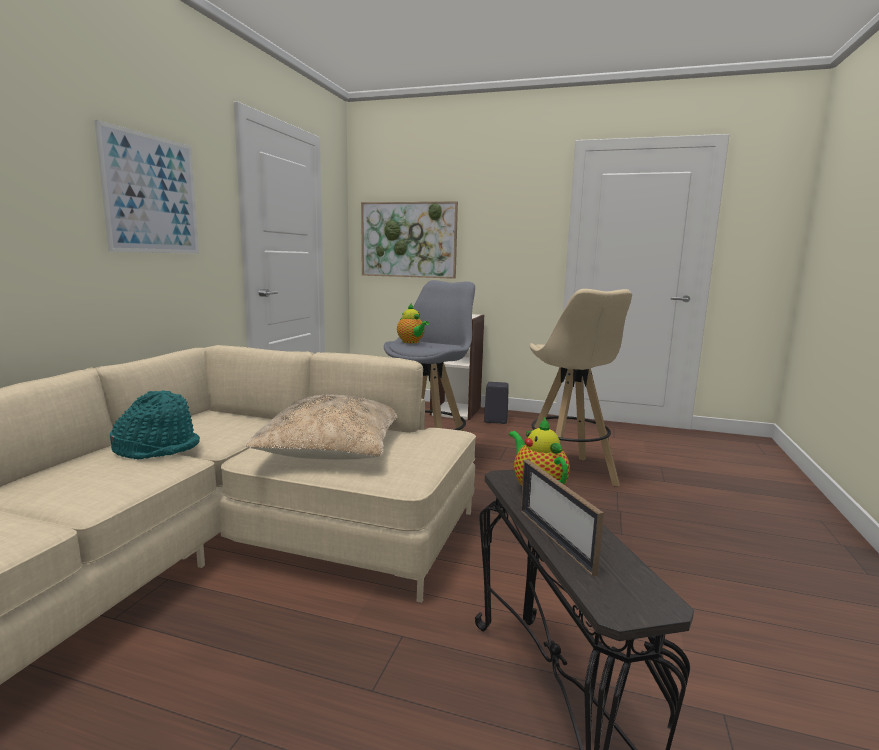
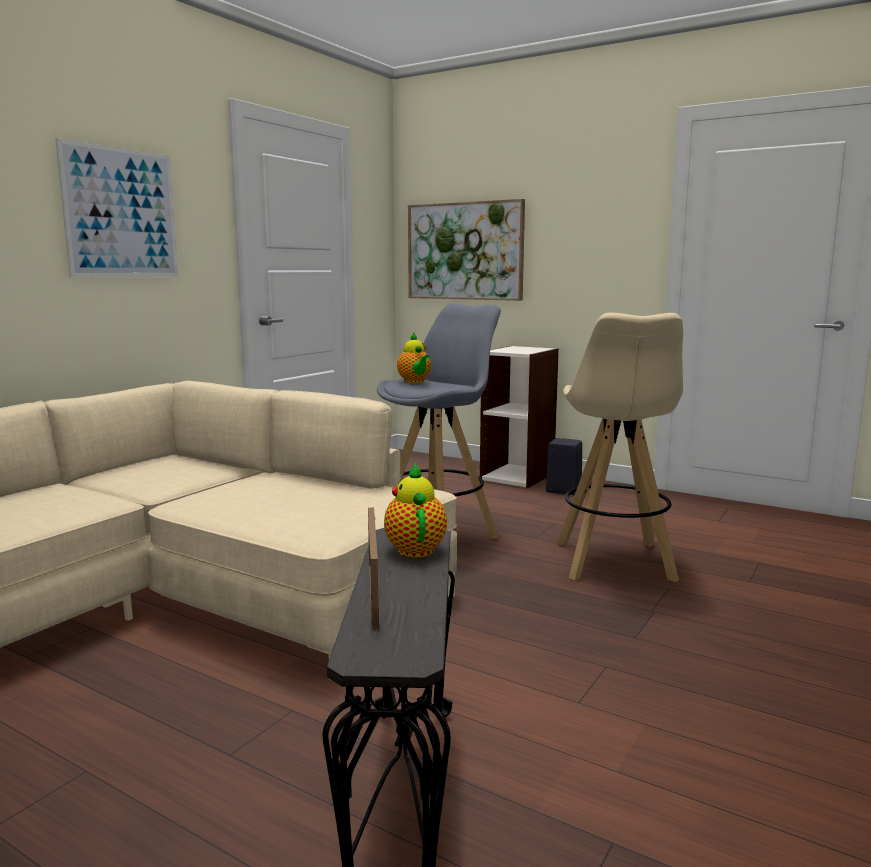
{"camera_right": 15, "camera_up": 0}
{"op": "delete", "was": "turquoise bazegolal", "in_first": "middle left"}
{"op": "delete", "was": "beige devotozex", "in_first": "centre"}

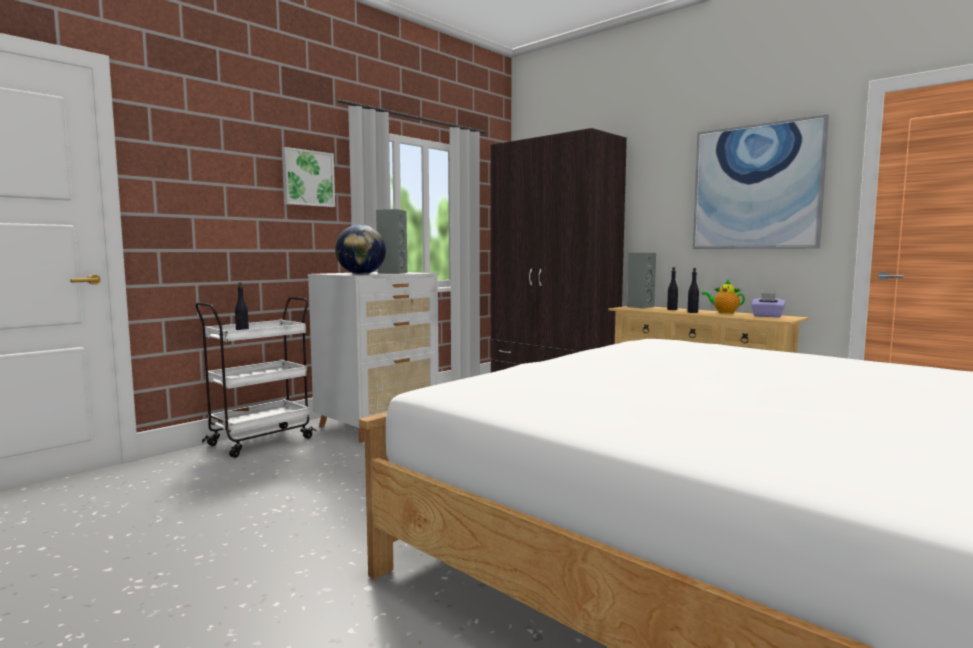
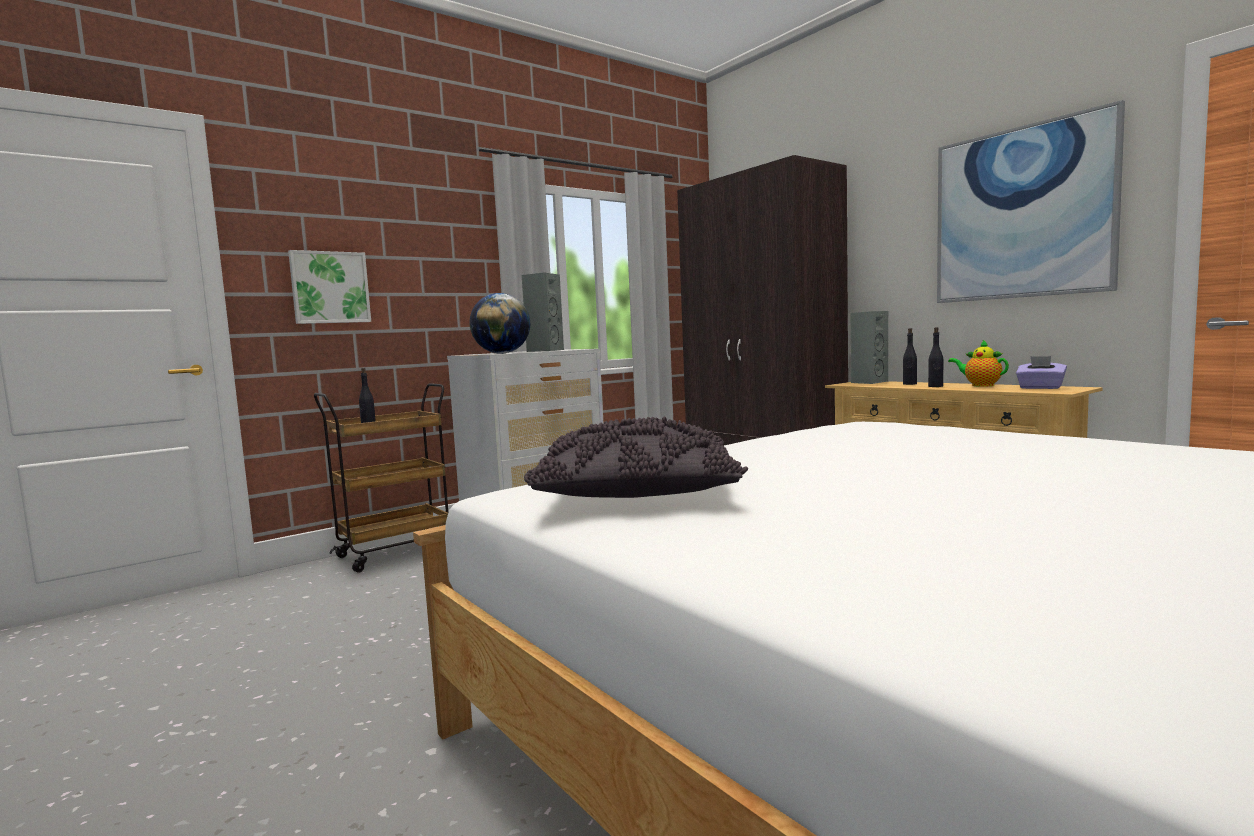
{"camera_right": 10, "camera_up": 0}
{"op": "move", "was": "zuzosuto (1st from left)", "in_first": "top left", "in_second": "middle left"}
{"op": "recolor", "was": "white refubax", "now": "brown refubax", "in_first": "middle left", "in_second": "middle left"}
{"op": "insert", "now": "black devotozex", "in_second": "centre"}

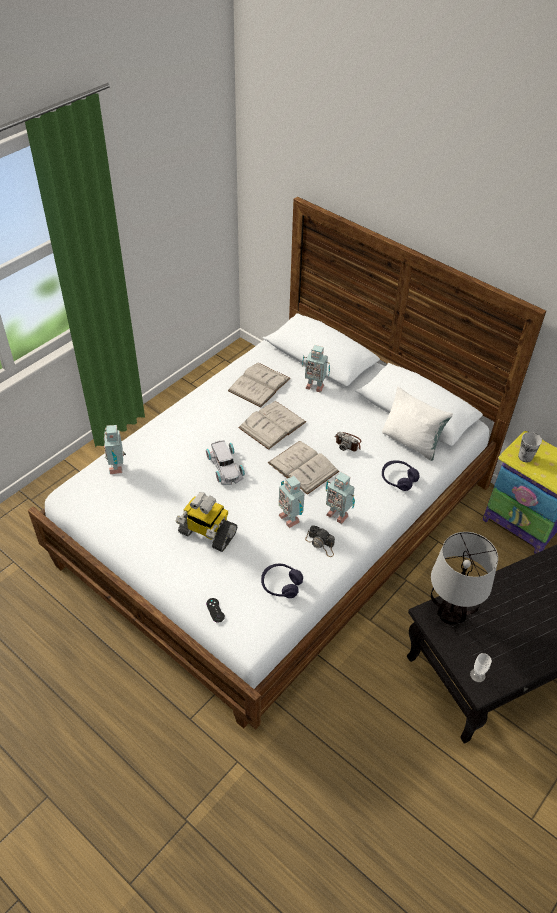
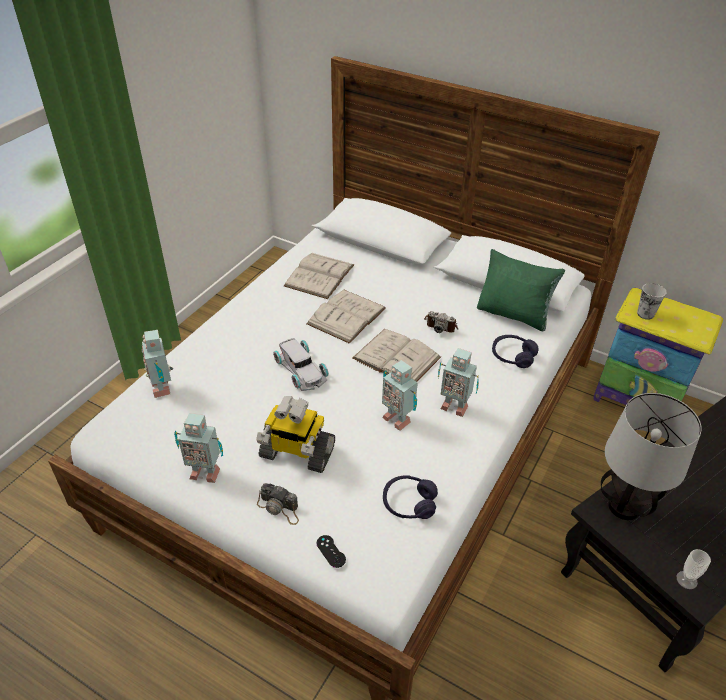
{"camera_right": -10, "camera_up": -5}
{"op": "move", "was": "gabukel (4th from left in the first image)", "now": "gabukel (2nd from left)", "in_first": "centre", "in_second": "middle left"}
{"op": "recolor", "was": "white devotozex", "now": "green devotozex", "in_first": "middle right", "in_second": "middle right"}
{"op": "move", "was": "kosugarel (1st from left)", "in_first": "centre", "in_second": "bottom centre"}

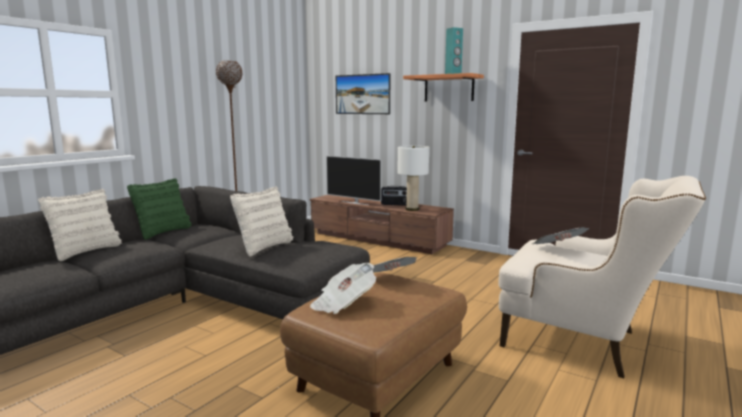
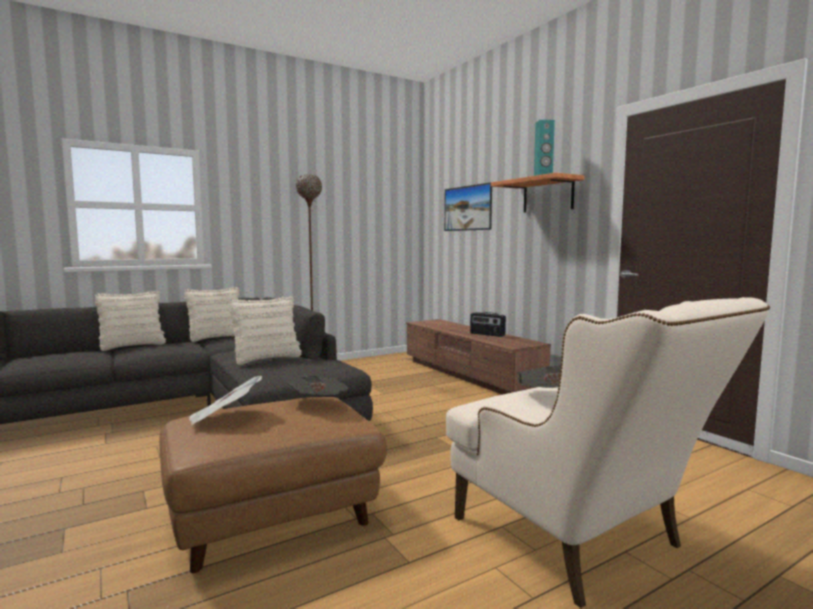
{"camera_right": 25, "camera_up": -5}
{"op": "delete", "was": "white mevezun", "in_first": "centre"}
{"op": "delete", "was": "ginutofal", "in_first": "centre"}
{"op": "recolor", "was": "green devotozex", "now": "beige devotozex (2nd from left)", "in_first": "middle left", "in_second": "middle left"}

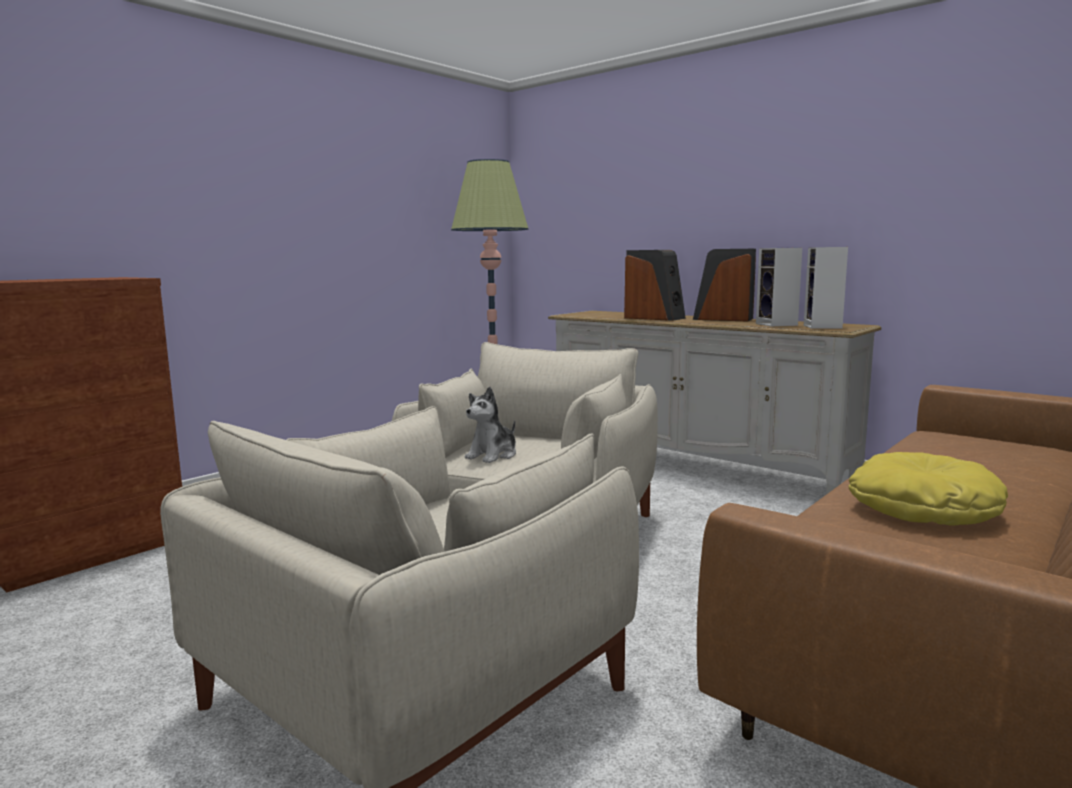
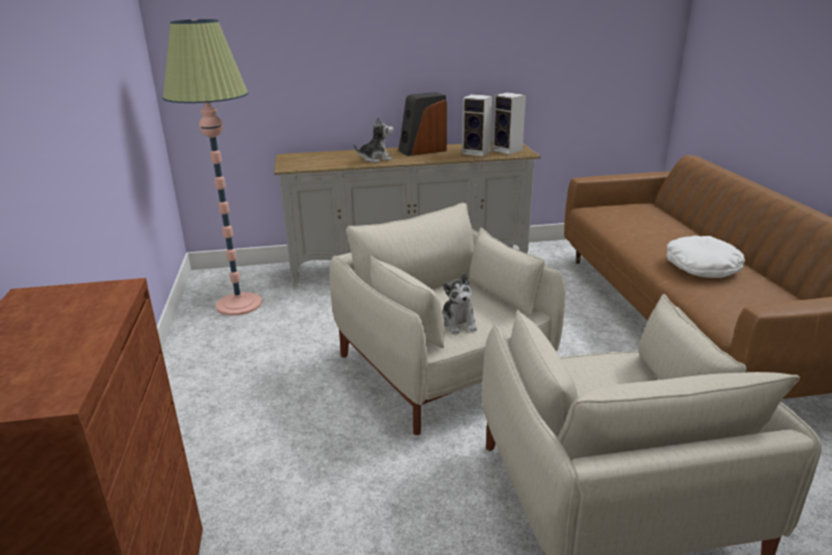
{"camera_right": -50, "camera_up": 15}
{"op": "replace", "was": "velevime (1st from left)", "now": "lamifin (1st from left)", "in_first": "centre", "in_second": "top centre"}
{"op": "recolor", "was": "yellow devotozex", "now": "white devotozex", "in_first": "middle right", "in_second": "middle right"}

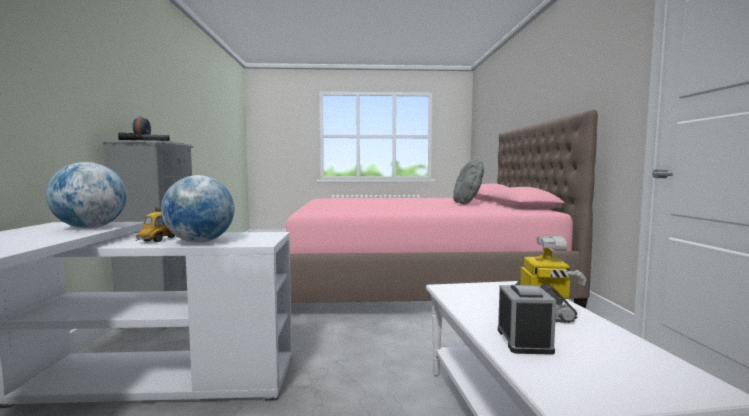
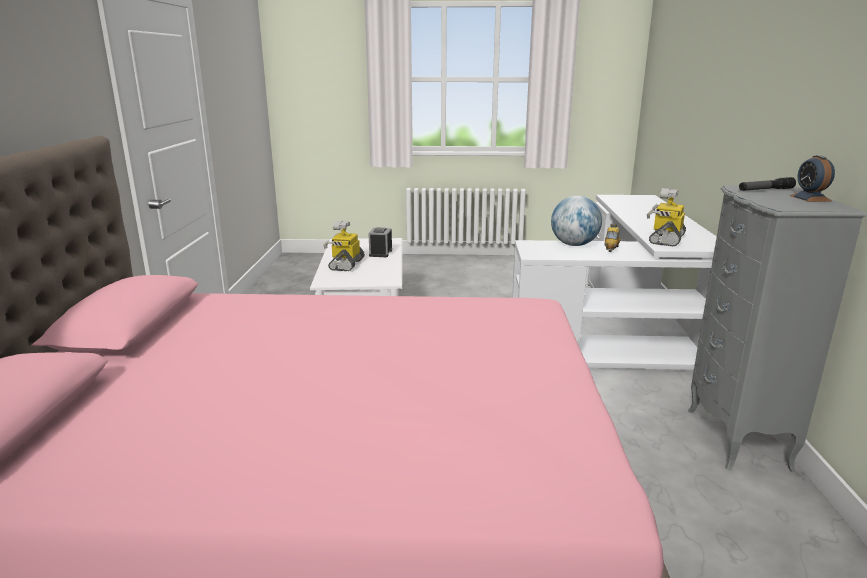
{"camera_right": -175, "camera_up": 15}
{"op": "delete", "was": "grey devotozex", "in_first": "centre"}
{"op": "replace", "was": "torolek (1st from left)", "now": "gabukel (2nd from left)", "in_first": "middle left", "in_second": "middle right"}

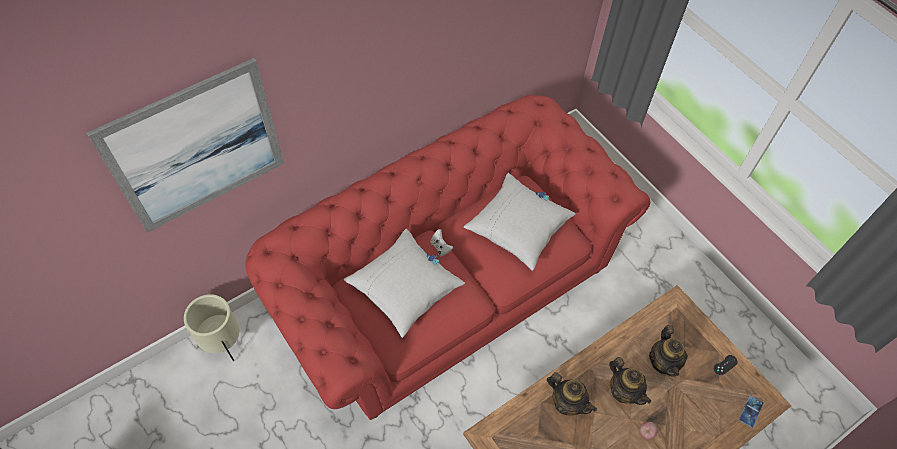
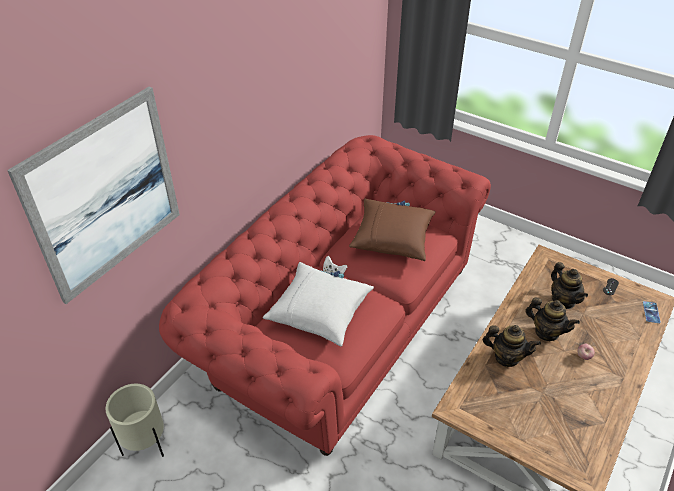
{"camera_right": -20, "camera_up": -15}
{"op": "recolor", "was": "grey devotozex (2nd from left)", "now": "brown devotozex", "in_first": "centre", "in_second": "centre"}

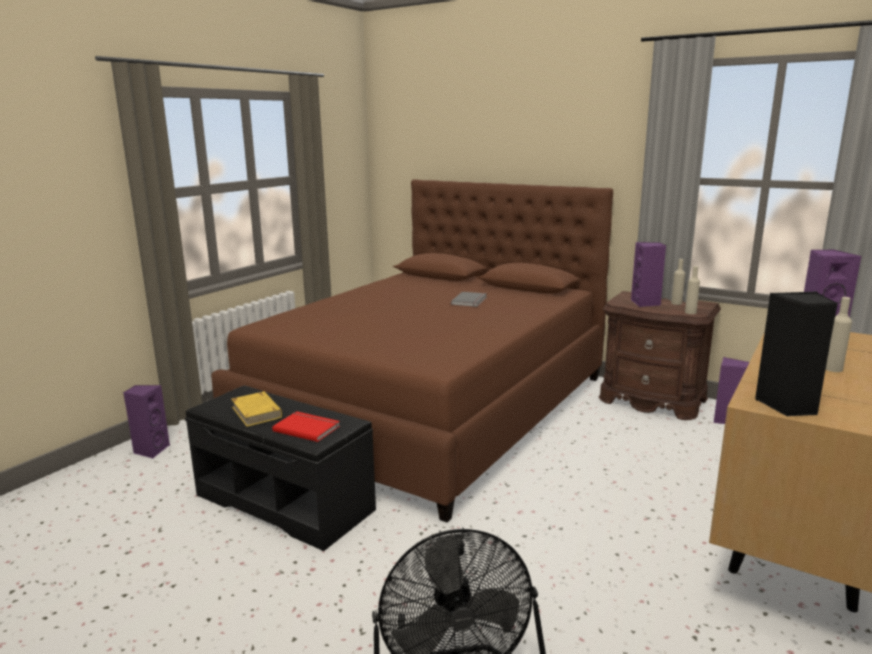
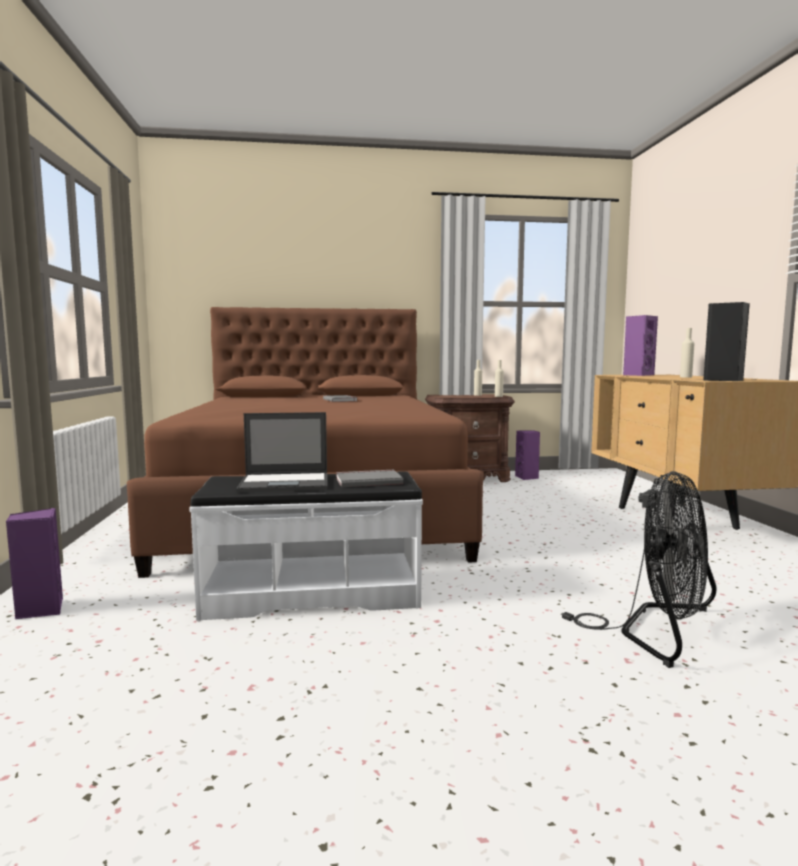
{"camera_right": -40, "camera_up": -10}
{"op": "delete", "was": "purple velevime (2nd from left)", "in_first": "middle right"}
{"op": "recolor", "was": "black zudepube", "now": "white zudepube", "in_first": "bottom left", "in_second": "centre"}
{"op": "replace", "was": "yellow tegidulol", "now": "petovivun", "in_first": "middle left", "in_second": "centre"}
{"op": "recolor", "was": "red tegidulol", "now": "grey tegidulol (2nd from left)", "in_first": "centre", "in_second": "centre"}

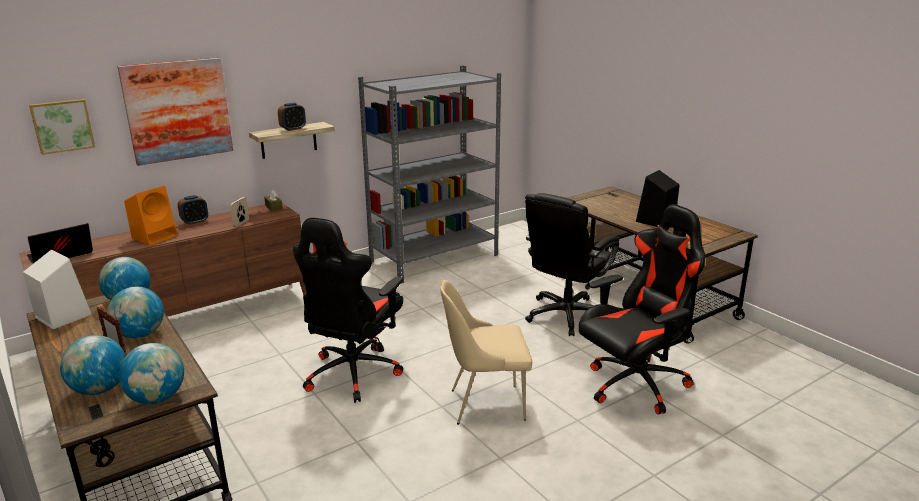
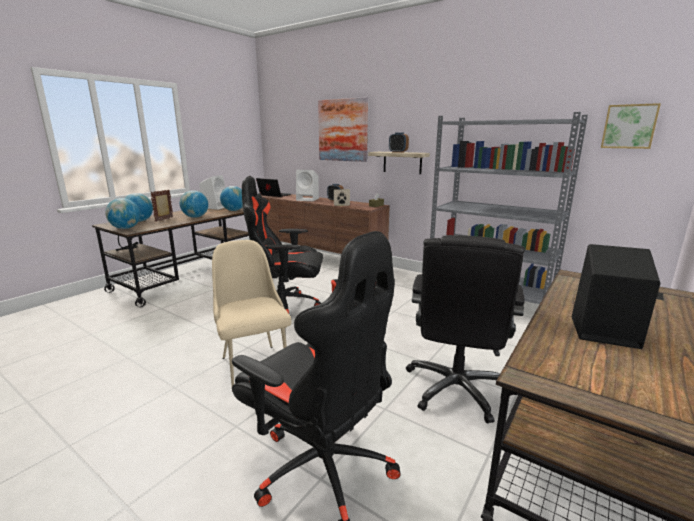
{"camera_right": 70, "camera_up": -5}
{"op": "move", "was": "zuzosuto (1st from left in the first image)", "now": "zuzosuto (2nd from left)", "in_first": "top left", "in_second": "top right"}
{"op": "recolor", "was": "orange velevime", "now": "white velevime (2nd from left)", "in_first": "middle left", "in_second": "centre"}
{"op": "rotate", "was": "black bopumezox (2nd from left in the first image)", "in_first": "centre", "in_second": "middle right", "clockwise": -90}

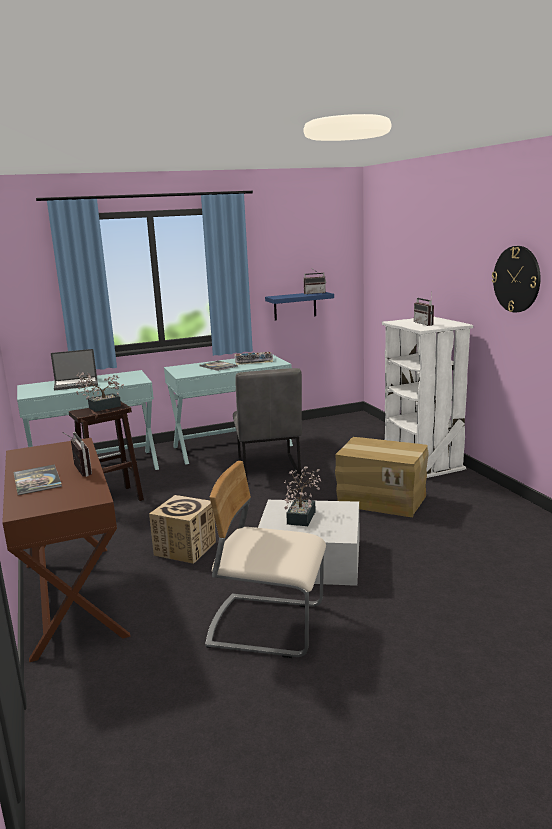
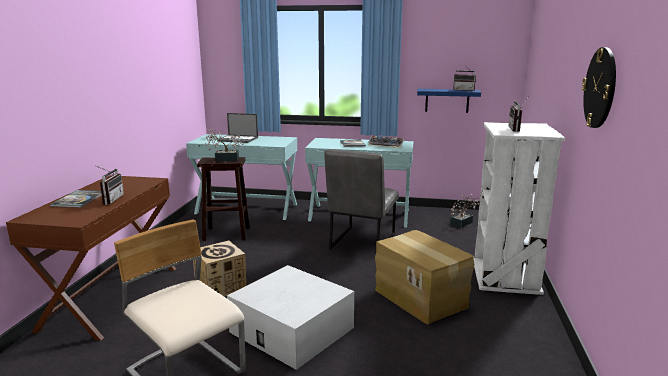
{"camera_right": 30, "camera_up": 0}
{"op": "move", "was": "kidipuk (2nd from left)", "in_first": "centre", "in_second": "middle right"}

